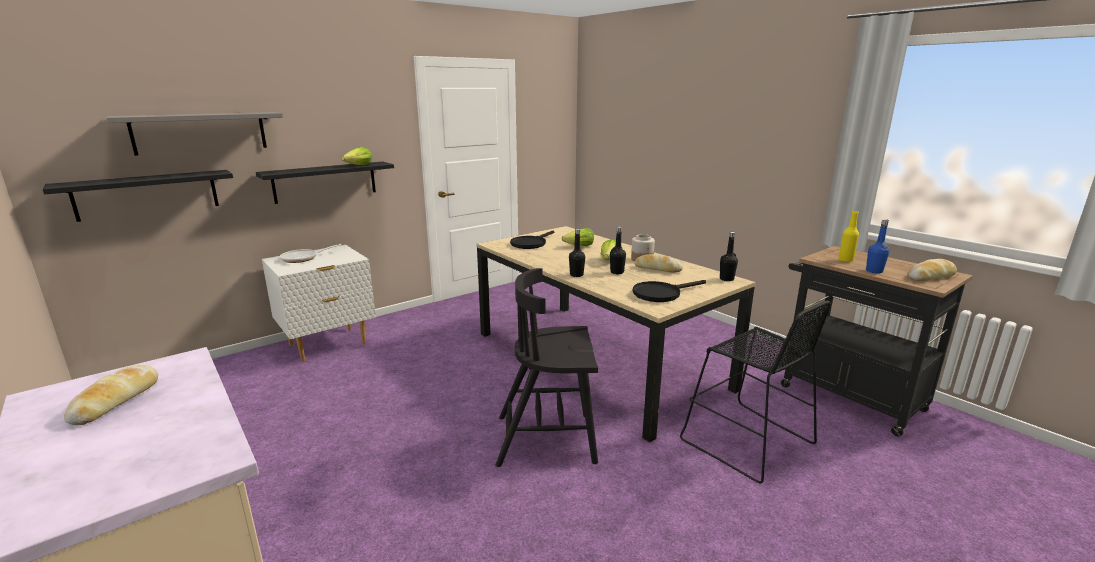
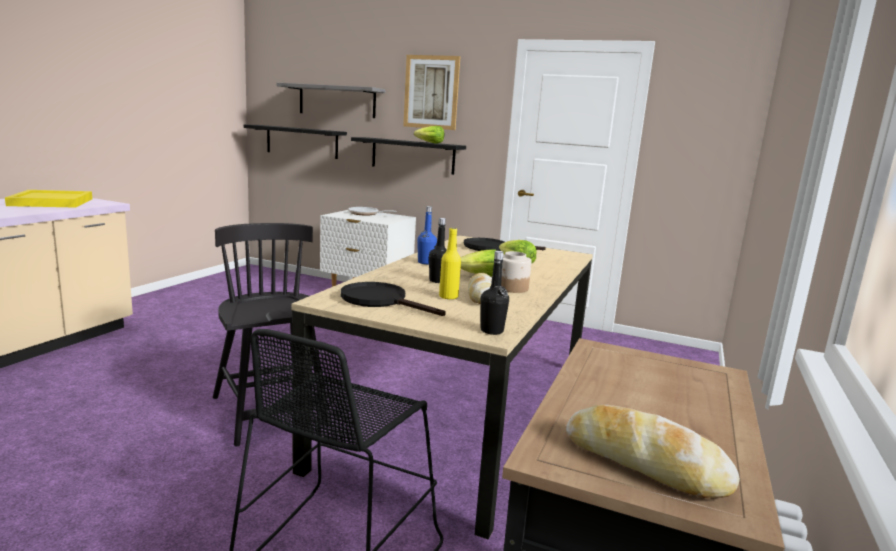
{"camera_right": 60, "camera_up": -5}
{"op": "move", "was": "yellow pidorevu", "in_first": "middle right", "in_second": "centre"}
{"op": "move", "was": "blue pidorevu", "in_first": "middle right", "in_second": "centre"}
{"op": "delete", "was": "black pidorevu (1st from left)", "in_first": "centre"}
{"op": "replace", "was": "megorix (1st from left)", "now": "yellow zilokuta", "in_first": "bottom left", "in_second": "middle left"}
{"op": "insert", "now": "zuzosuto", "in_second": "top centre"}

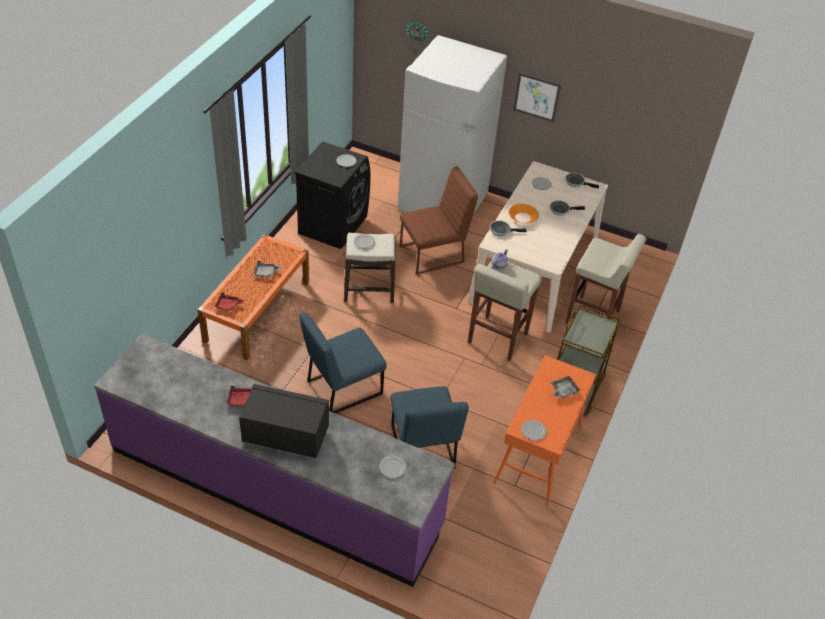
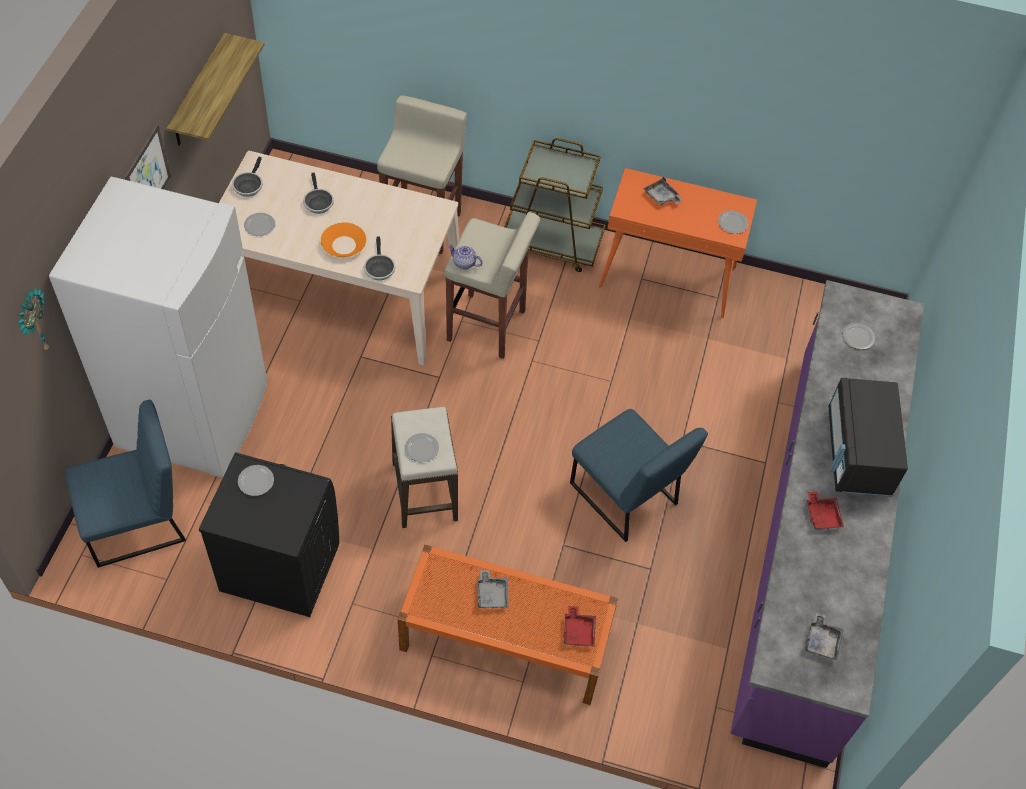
{"camera_right": -100, "camera_up": 10}
{"op": "delete", "was": "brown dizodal", "in_first": "centre"}
{"op": "move", "was": "blue dizodal (2nd from left in the first image)", "now": "blue dizodal (1st from left)", "in_first": "bottom centre", "in_second": "middle left"}
{"op": "insert", "now": "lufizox", "in_second": "top left"}
{"op": "insert", "now": "grey zilokuta (3rd from left)", "in_second": "bottom right"}

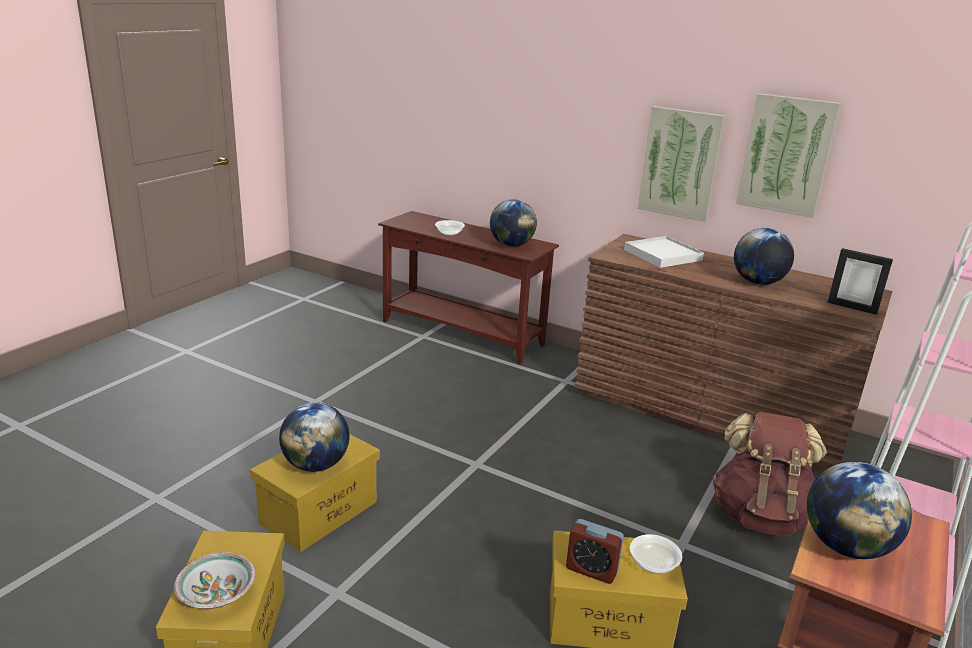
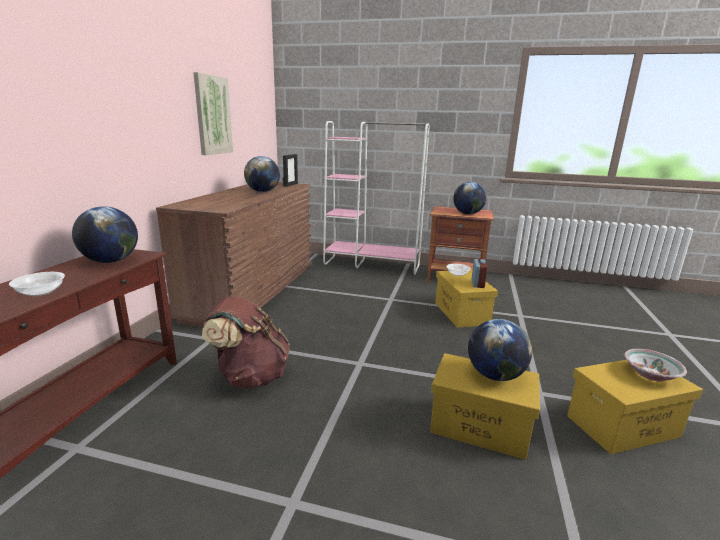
{"camera_right": -105, "camera_up": -5}
{"op": "delete", "was": "zuzosuto (1st from left)", "in_first": "top right"}
{"op": "delete", "was": "white zilokuta", "in_first": "middle right"}
{"op": "move", "was": "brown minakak", "in_first": "bottom right", "in_second": "centre"}

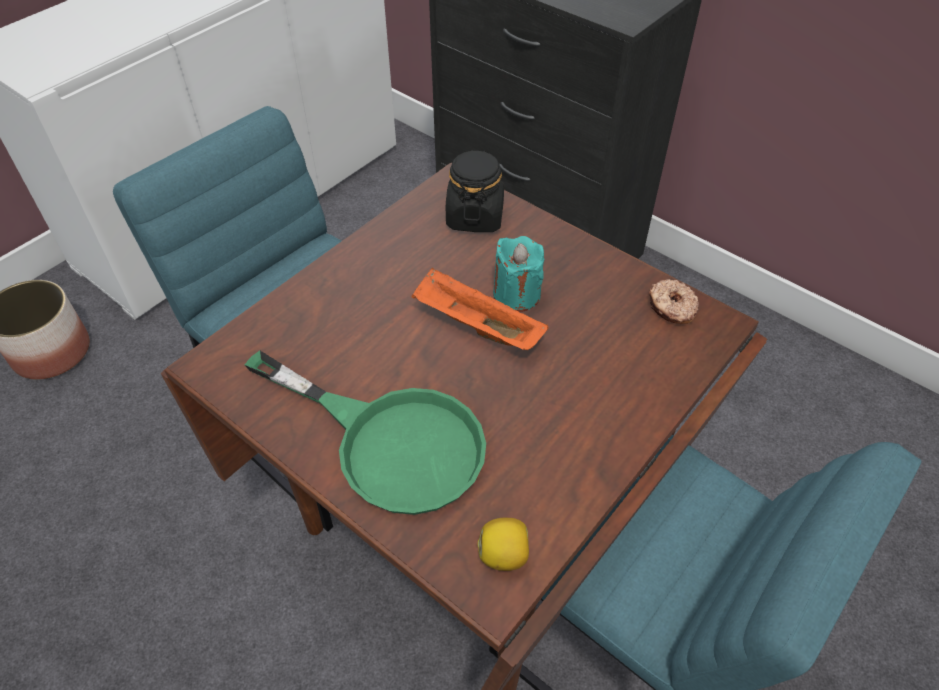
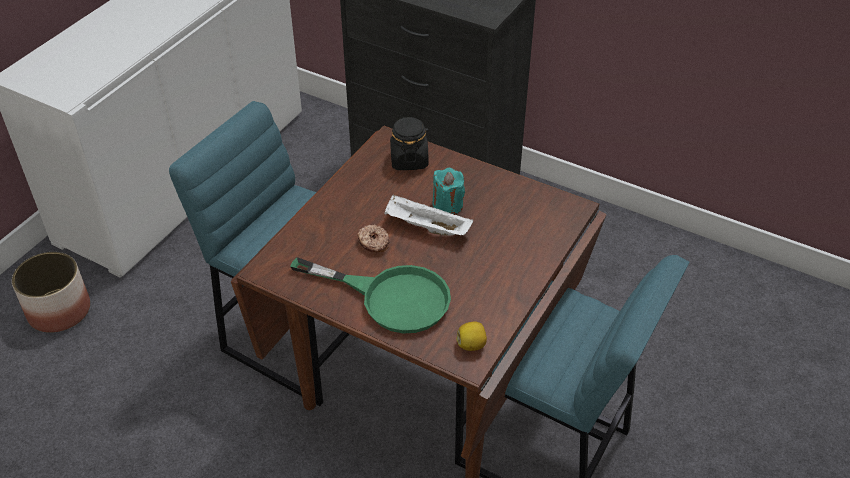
{"camera_right": -10, "camera_up": -5}
{"op": "recolor", "was": "orange zilokuta", "now": "white zilokuta", "in_first": "centre", "in_second": "centre"}
{"op": "move", "was": "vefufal", "in_first": "middle right", "in_second": "centre"}

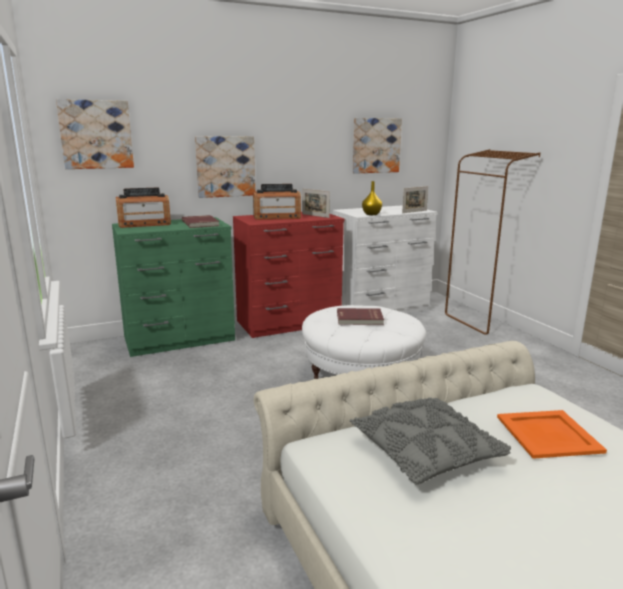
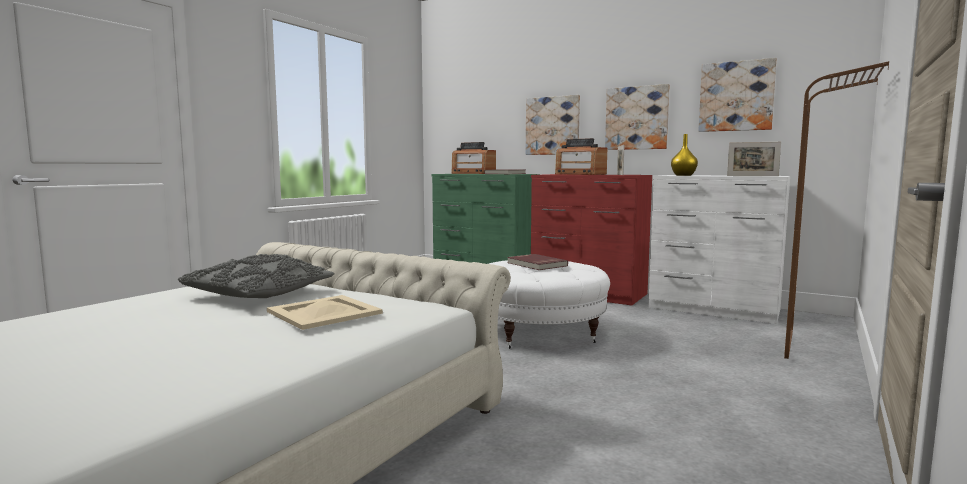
{"camera_right": 55, "camera_up": -10}
{"op": "move", "was": "zuzosuto (1st from left in the first image)", "now": "zuzosuto (2nd from left)", "in_first": "top left", "in_second": "top centre"}
{"op": "recolor", "was": "orange zilokuta", "now": "beige zilokuta", "in_first": "bottom right", "in_second": "centre"}

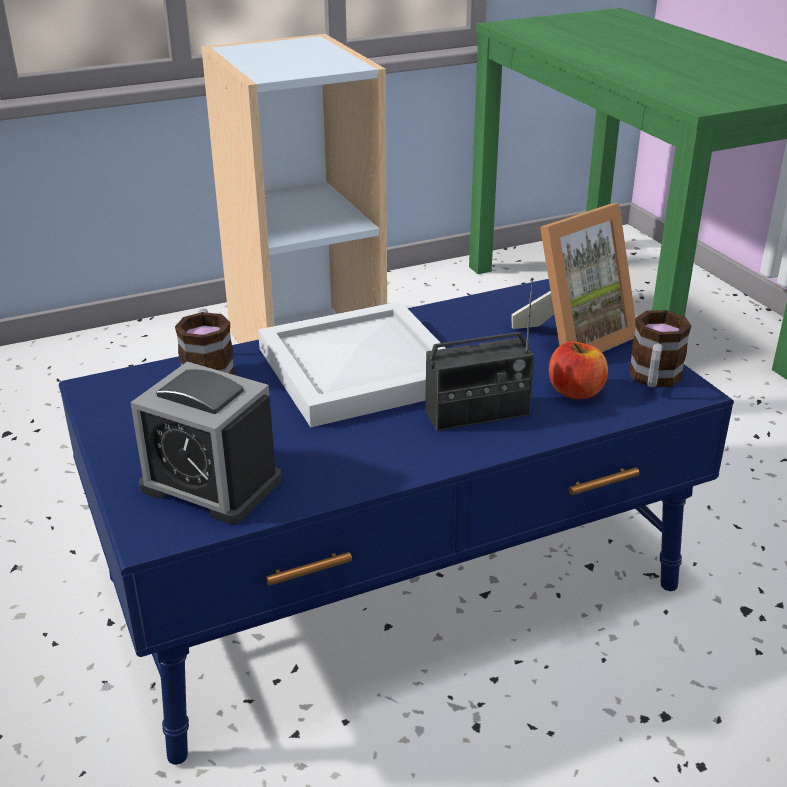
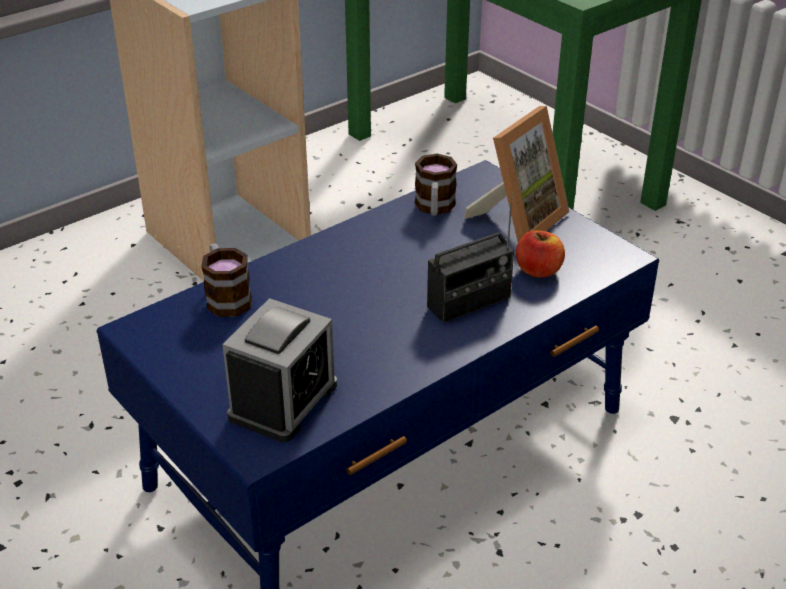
{"camera_right": -15, "camera_up": 5}
{"op": "delete", "was": "white zilokuta", "in_first": "centre"}
{"op": "move", "was": "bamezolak (2nd from left)", "in_first": "middle right", "in_second": "top centre"}
{"op": "rotate", "was": "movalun", "in_first": "middle left", "in_second": "centre", "clockwise": -75}

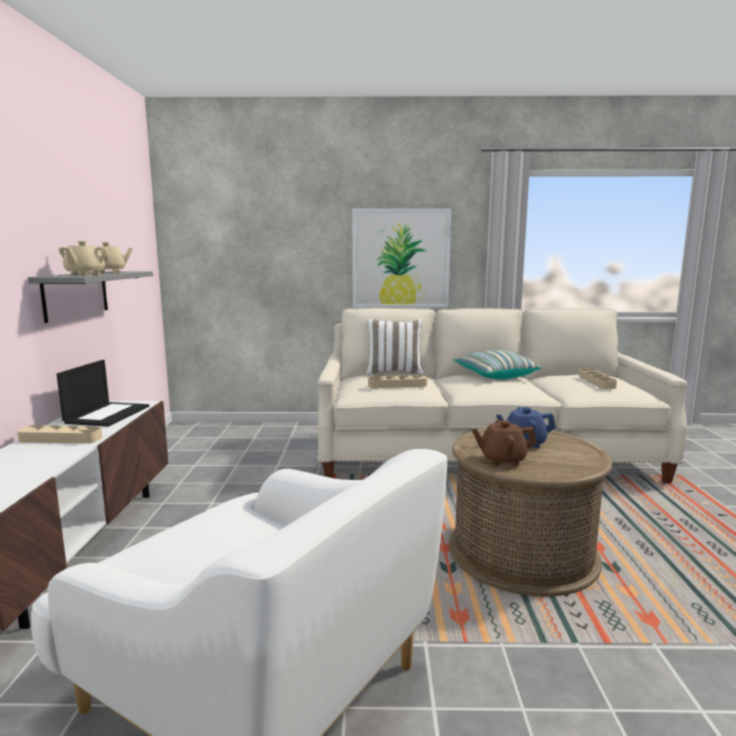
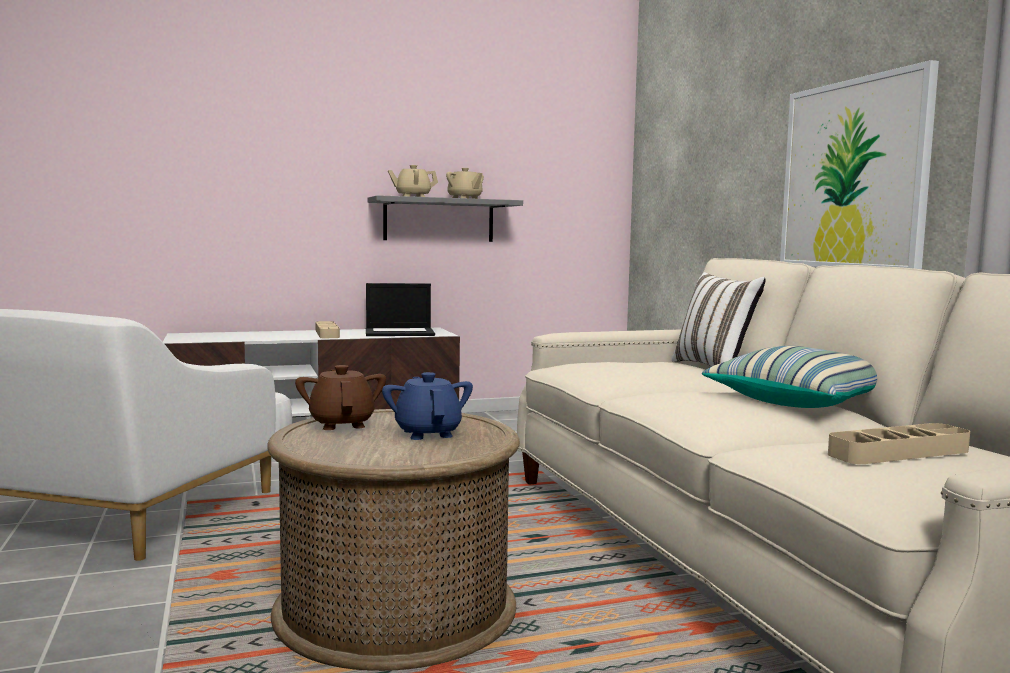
{"camera_right": 70, "camera_up": -5}
{"op": "delete", "was": "beige zilokuta (2nd from left)", "in_first": "centre"}

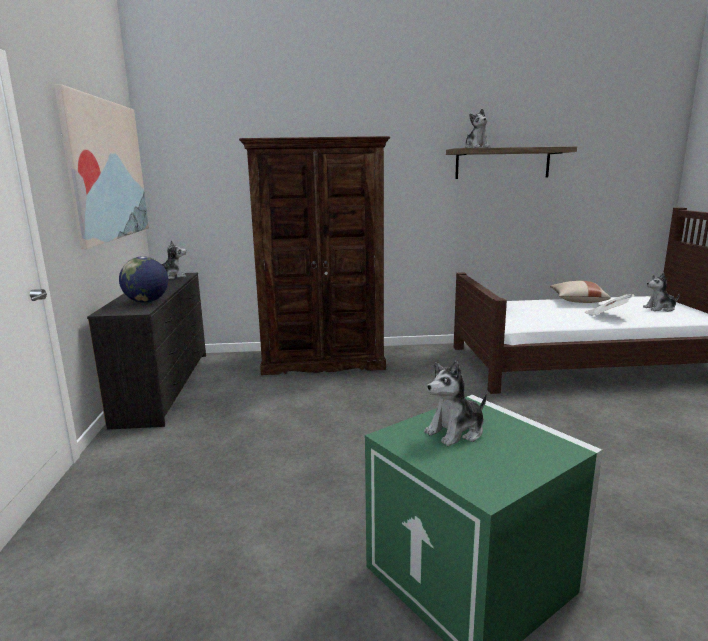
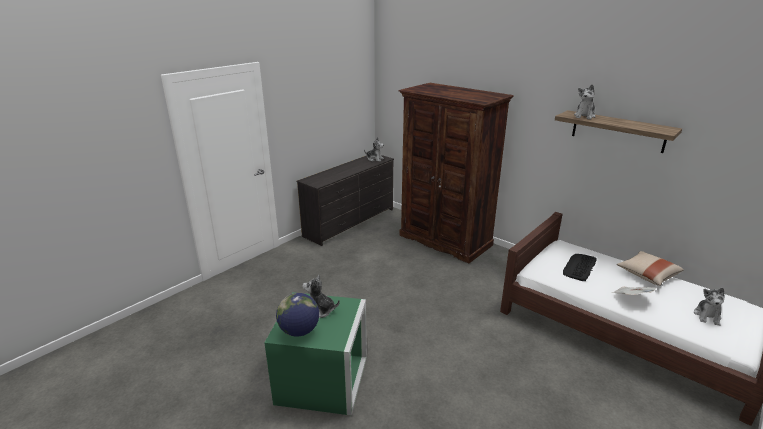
{"camera_right": 45, "camera_up": 10}
{"op": "delete", "was": "zuzosuto", "in_first": "top left"}
{"op": "move", "was": "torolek", "in_first": "middle left", "in_second": "bottom centre"}
{"op": "rotate", "was": "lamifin (4th from left)", "in_first": "middle right", "in_second": "bottom right", "clockwise": -105}
{"op": "insert", "now": "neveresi", "in_second": "middle right"}

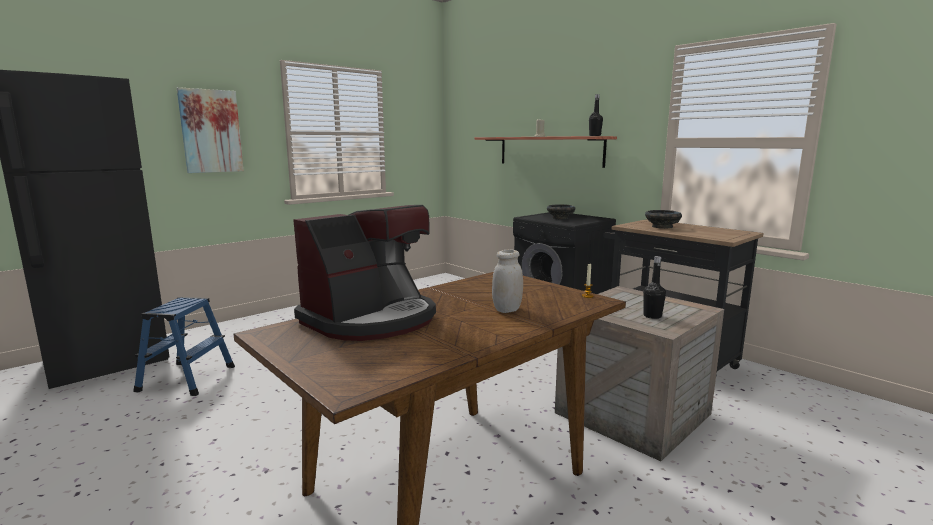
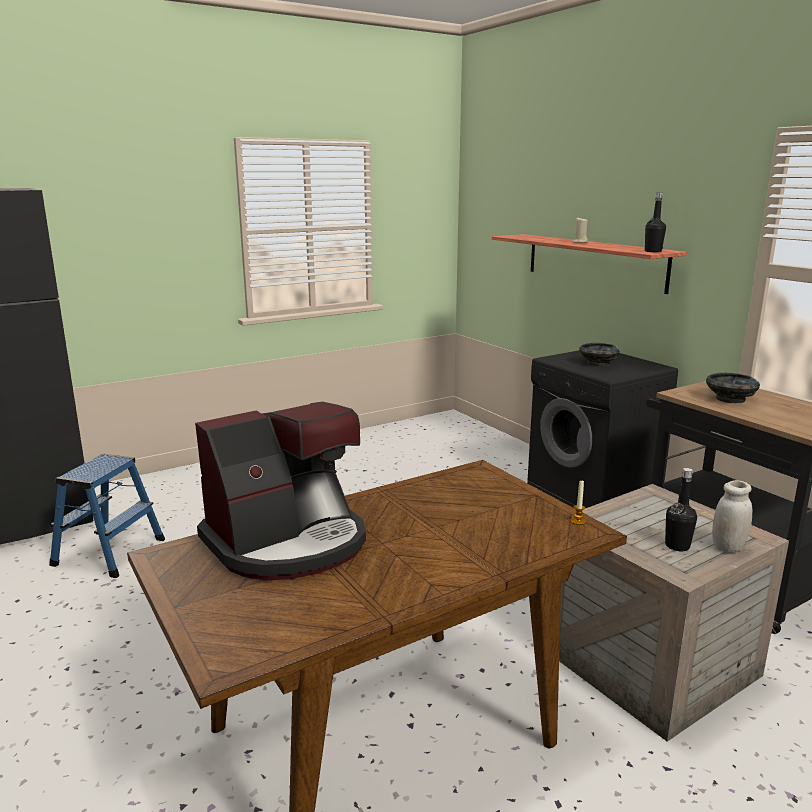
{"camera_right": 10, "camera_up": 5}
{"op": "delete", "was": "zuzosuto", "in_first": "top left"}
{"op": "move", "was": "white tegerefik", "in_first": "centre", "in_second": "middle right"}

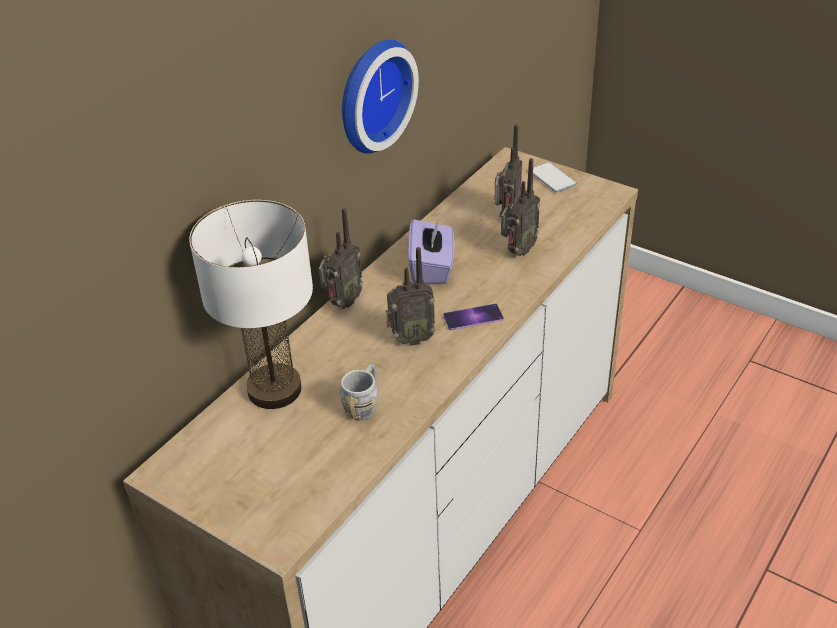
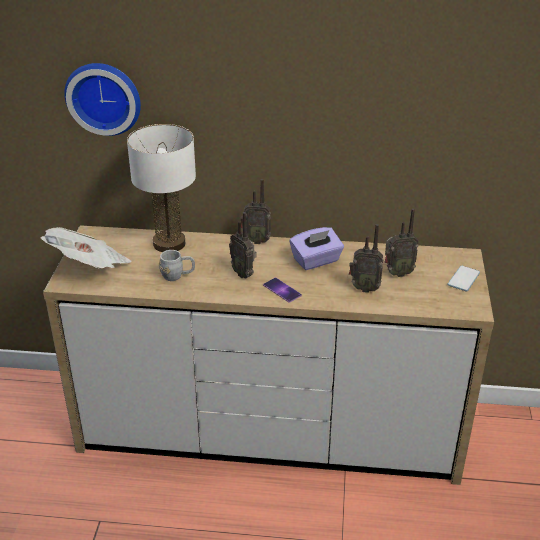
{"camera_right": 60, "camera_up": -5}
{"op": "move", "was": "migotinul", "in_first": "top centre", "in_second": "top left"}
{"op": "insert", "now": "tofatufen", "in_second": "middle left"}

